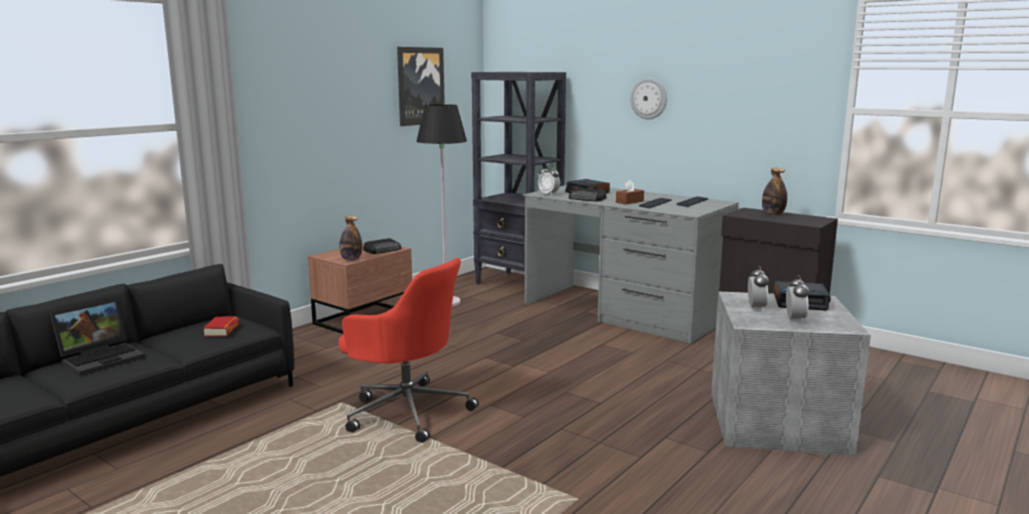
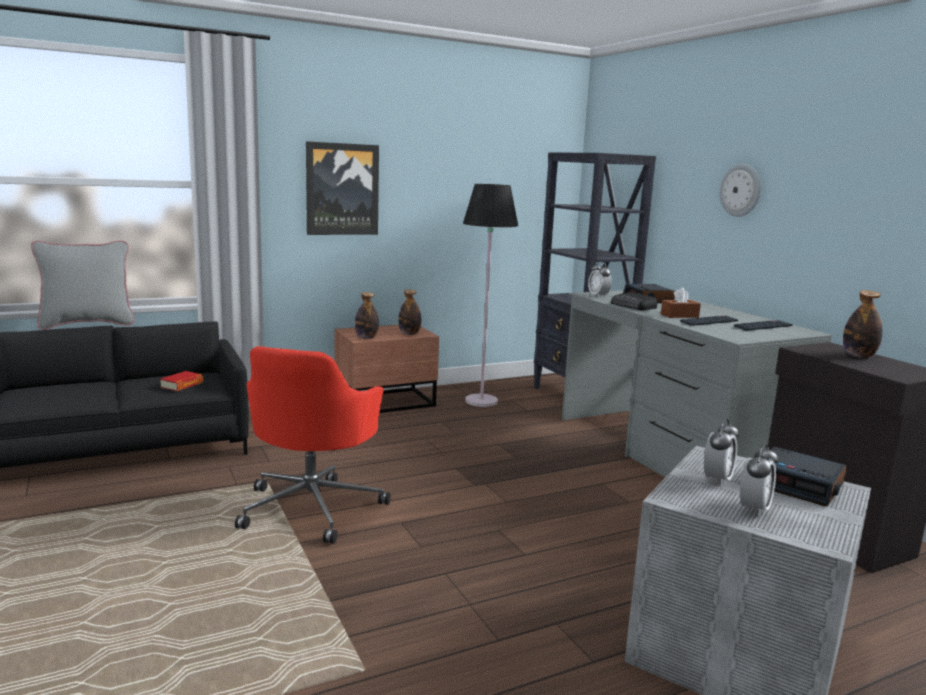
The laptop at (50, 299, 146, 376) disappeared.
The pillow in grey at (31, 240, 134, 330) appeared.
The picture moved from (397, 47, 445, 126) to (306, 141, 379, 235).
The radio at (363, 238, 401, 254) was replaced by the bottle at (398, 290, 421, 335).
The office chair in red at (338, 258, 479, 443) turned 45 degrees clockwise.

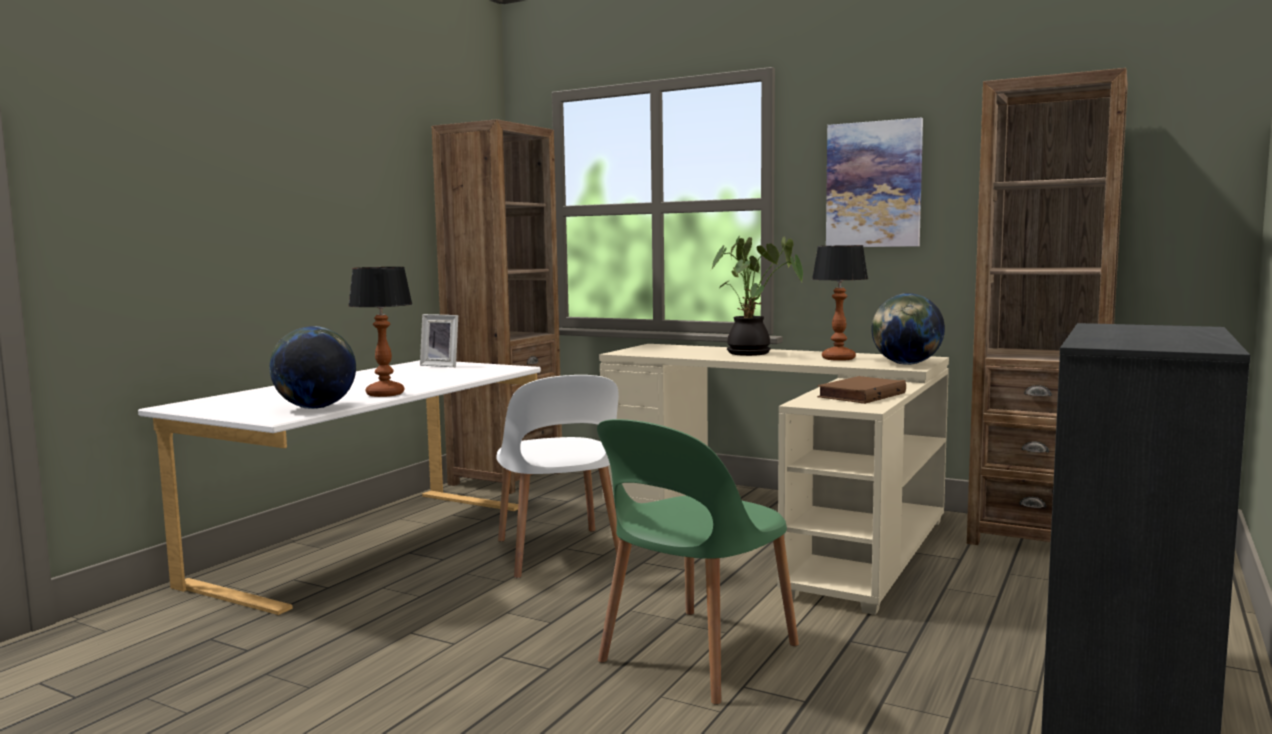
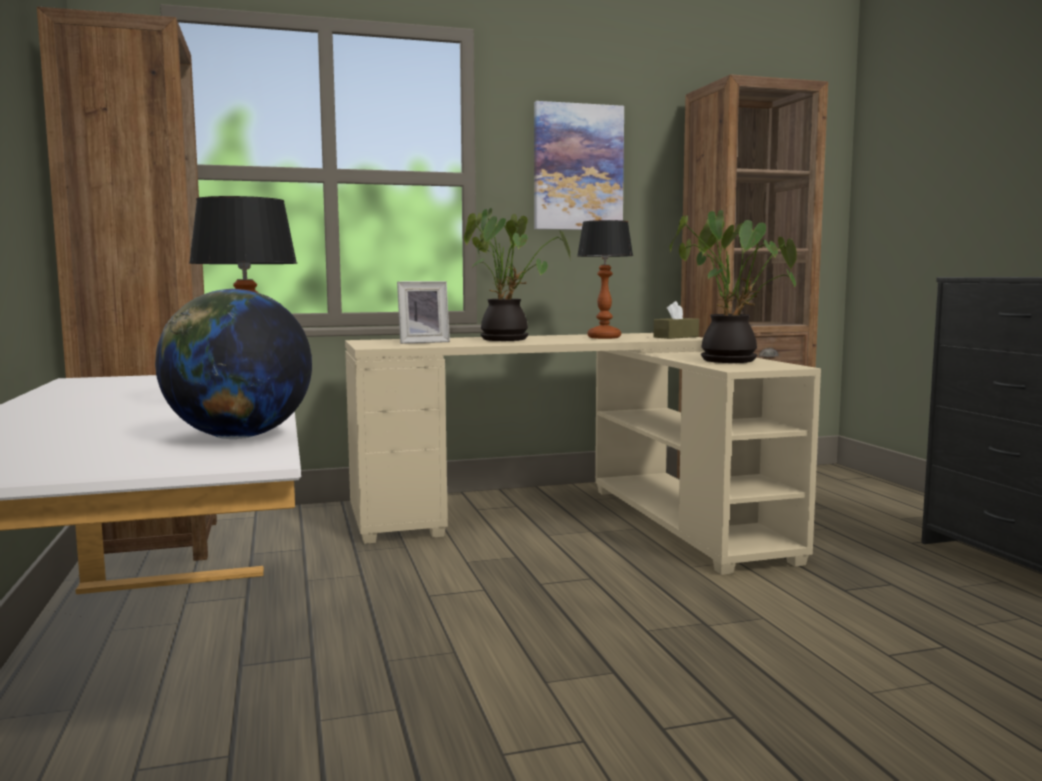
The chair in white at (496, 375, 620, 578) disappeared.
The chair in green at (597, 419, 799, 705) disappeared.
The picture frame moved from (420, 314, 458, 367) to (397, 281, 450, 344).
The book in brown at (817, 376, 906, 404) was replaced by the potted plant at (670, 210, 797, 363).
The globe at (871, 293, 945, 365) was replaced by the tissue box in brown at (654, 301, 699, 339).

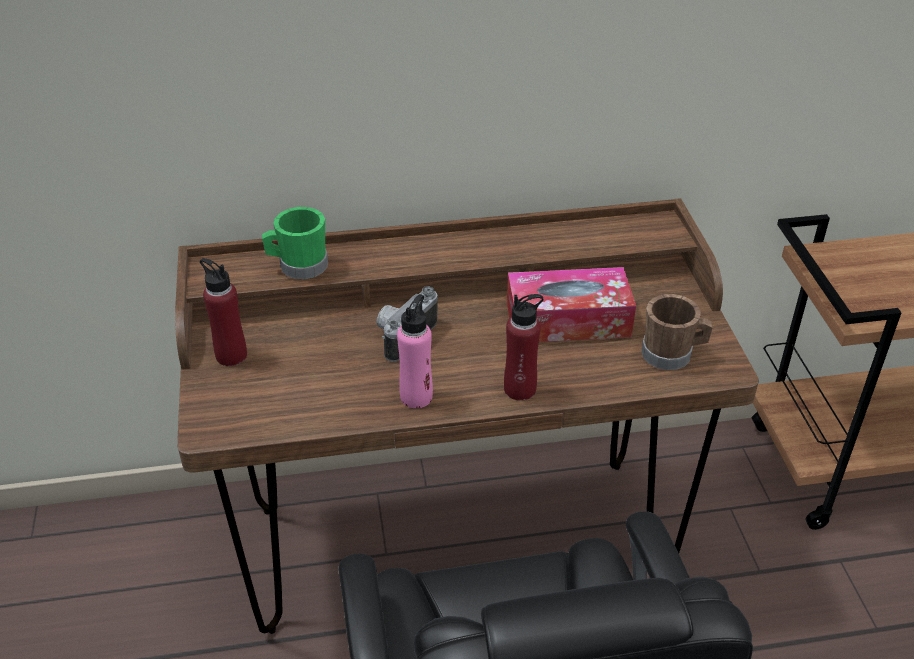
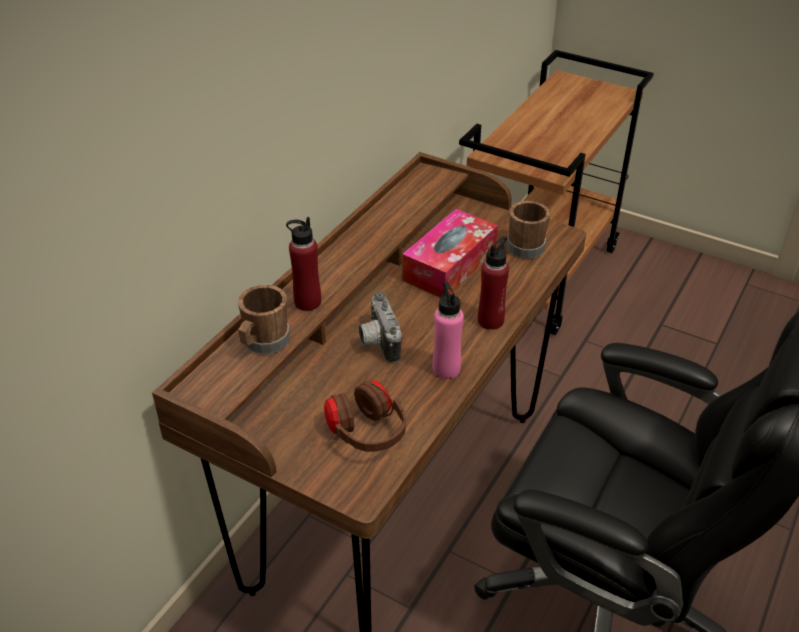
The headphones in brown at (324, 380, 406, 452) appeared.
The bottle in red moved from (200, 258, 247, 366) to (286, 217, 321, 311).
The mug in green at (262, 207, 328, 279) became the mug in brown at (238, 285, 290, 354).

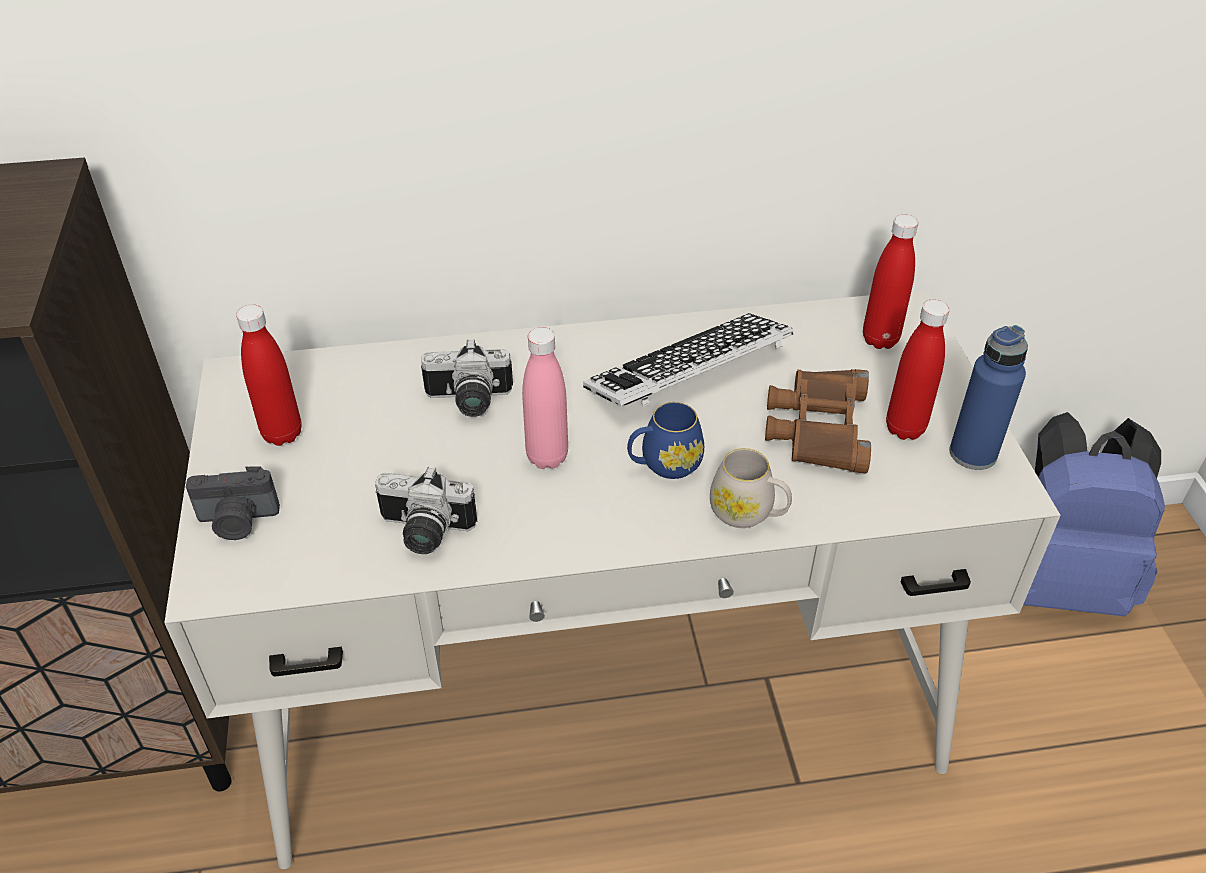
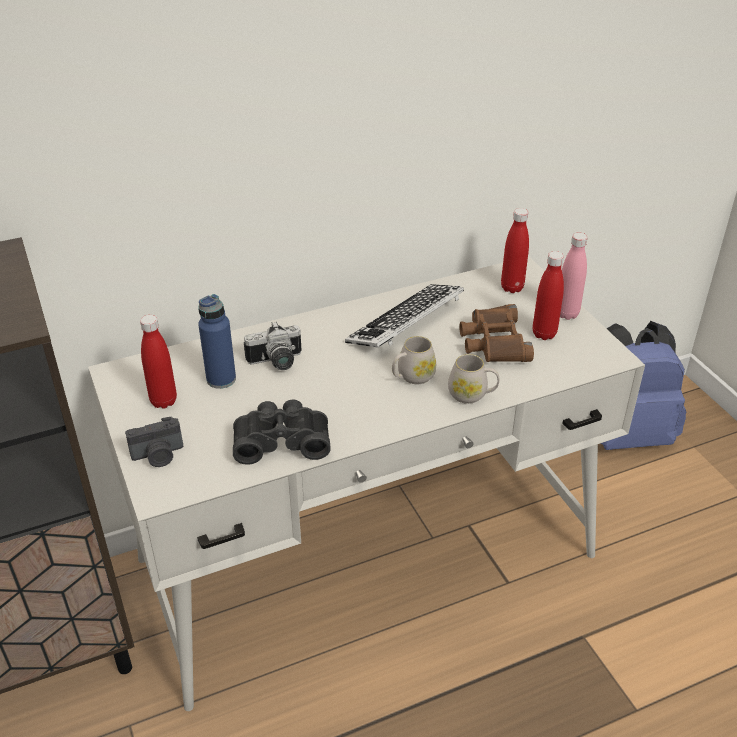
The bottle in pink moved from (522, 327, 568, 469) to (560, 233, 588, 320).
The bottle in blue moved from (949, 325, 1028, 470) to (198, 294, 236, 389).
The photo camera at (375, 467, 477, 554) was replaced by the binoculars in black at (233, 399, 331, 465).
The mug in blue at (627, 402, 704, 479) became the mug in white at (392, 336, 436, 384).

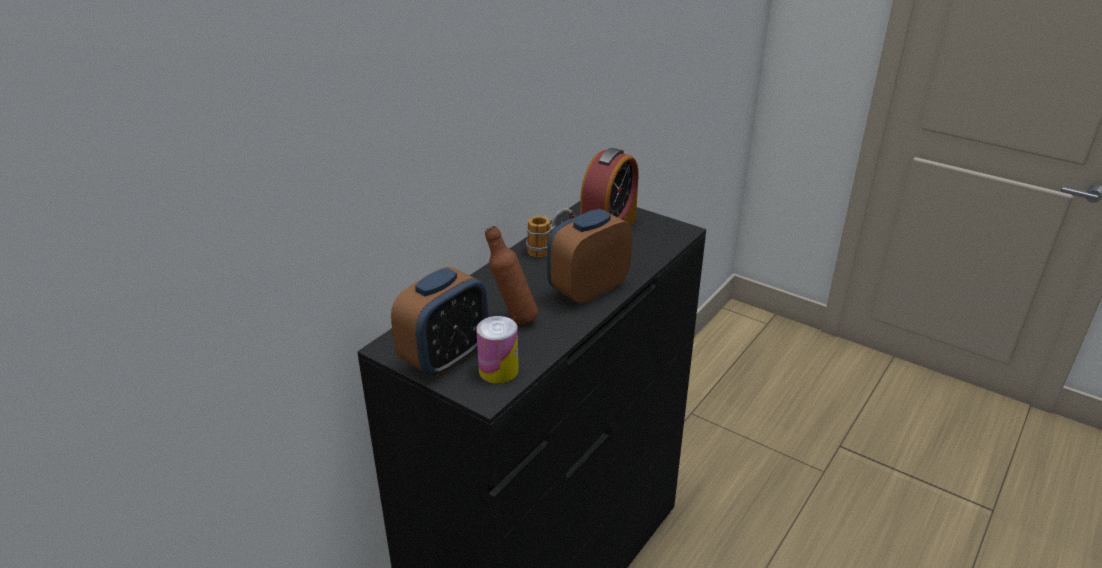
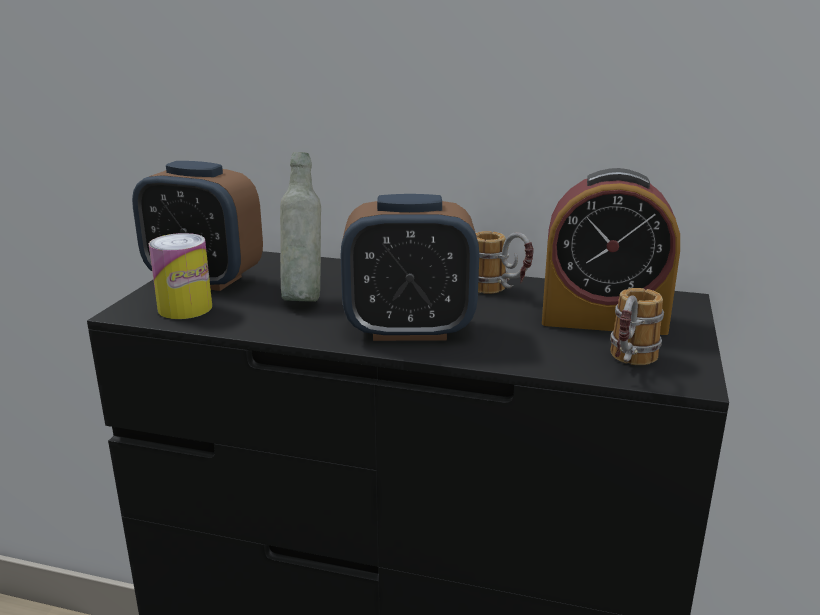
The mug at (610, 288, 664, 365) appeared.
The bottle in brown at (485, 226, 538, 325) became the bottle in grey at (280, 152, 321, 302).
The alarm clock at (547, 209, 632, 305) turned 150 degrees clockwise.

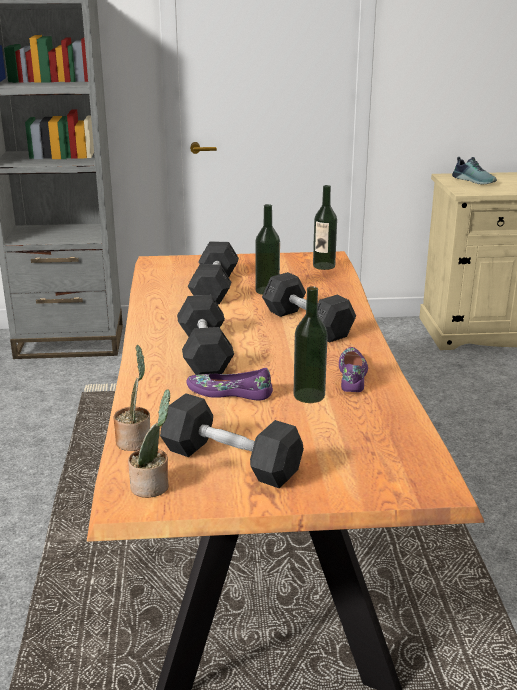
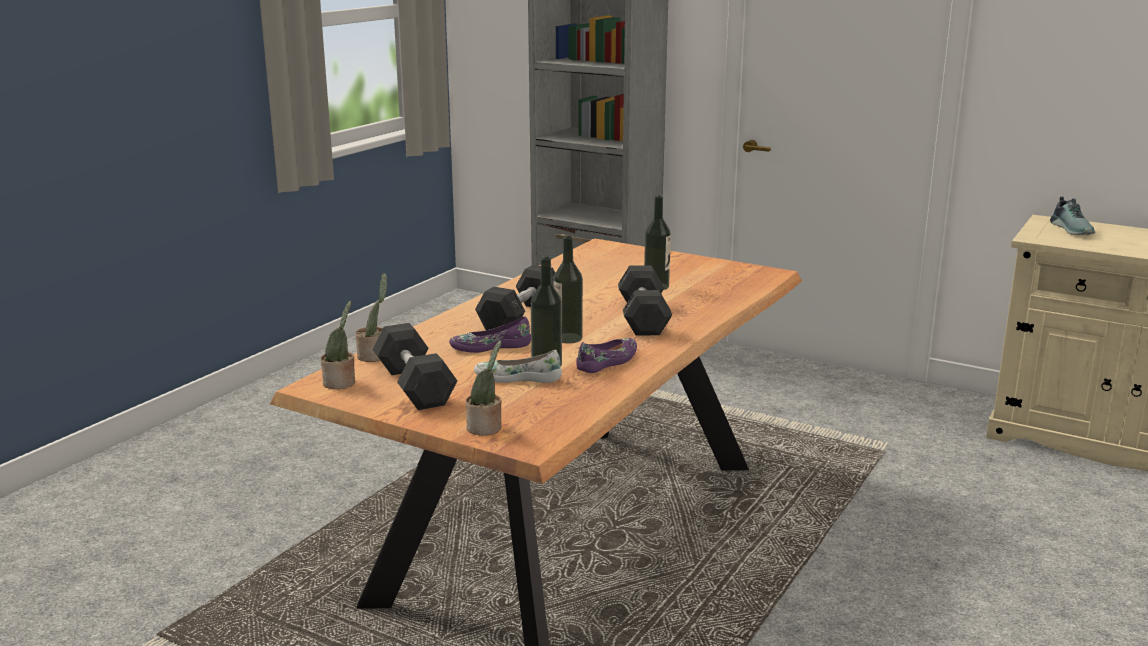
The dumbbell in grey at (188, 241, 239, 305) disappeared.
The potted plant at (466, 340, 502, 436) appeared.
The shoe in white at (474, 350, 562, 383) appeared.
The bottle moved from (313, 185, 337, 270) to (553, 236, 583, 343).
The shoe in purple at (186, 368, 273, 400) turned 60 degrees counterclockwise.

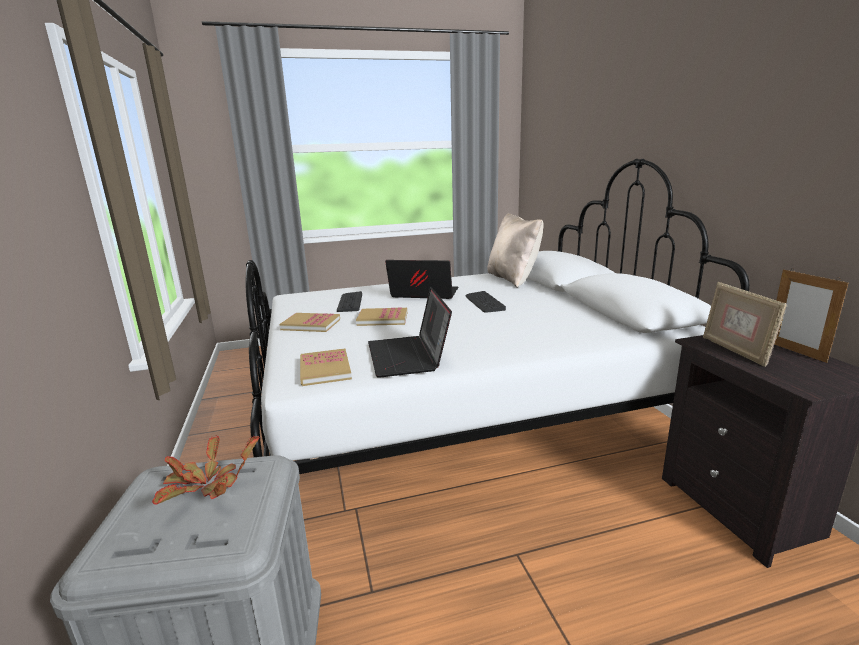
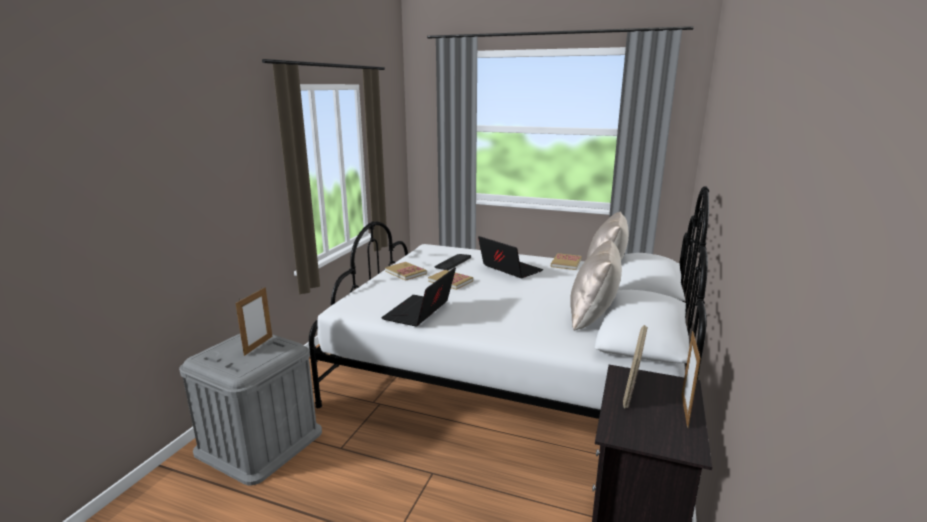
The keyboard at (466, 291, 506, 313) disappeared.
The pillow in beige at (570, 239, 622, 330) appeared.
The book moved from (300, 348, 352, 386) to (551, 253, 582, 270).
The potted plant at (152, 436, 260, 504) was replaced by the picture frame at (235, 287, 272, 356).

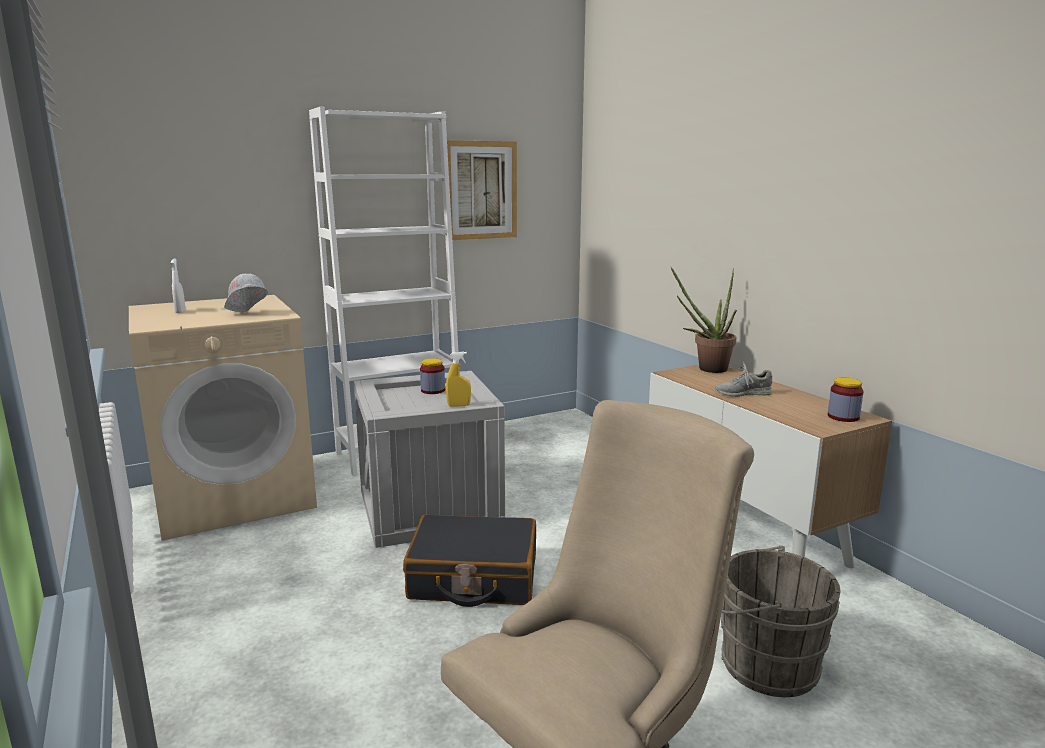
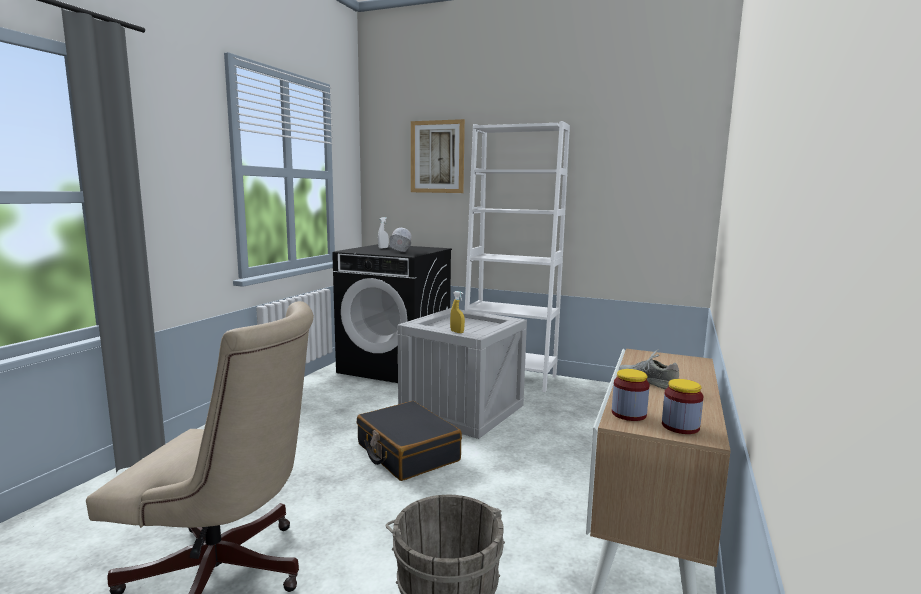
The potted plant at (671, 267, 737, 373) disappeared.
The jar moved from (420, 359, 445, 394) to (612, 369, 650, 421).
The picture moved from (447, 140, 517, 240) to (411, 119, 465, 193).
The washing machine in beige at (129, 295, 317, 541) became the washing machine in black at (332, 244, 452, 383).

